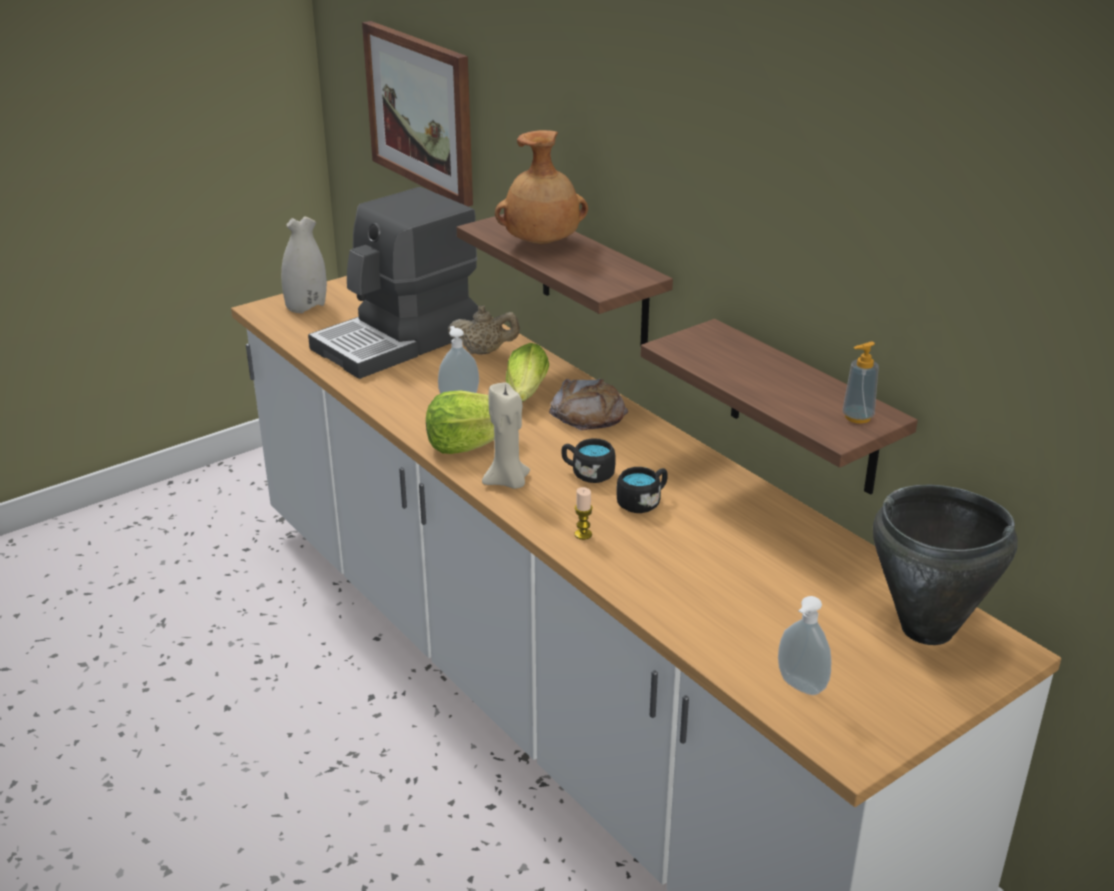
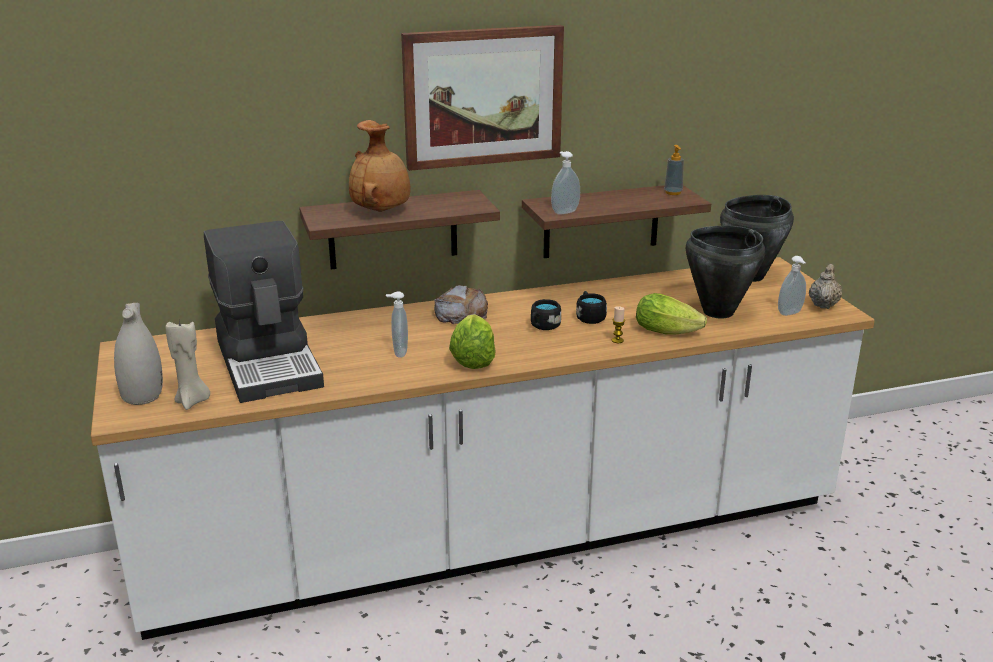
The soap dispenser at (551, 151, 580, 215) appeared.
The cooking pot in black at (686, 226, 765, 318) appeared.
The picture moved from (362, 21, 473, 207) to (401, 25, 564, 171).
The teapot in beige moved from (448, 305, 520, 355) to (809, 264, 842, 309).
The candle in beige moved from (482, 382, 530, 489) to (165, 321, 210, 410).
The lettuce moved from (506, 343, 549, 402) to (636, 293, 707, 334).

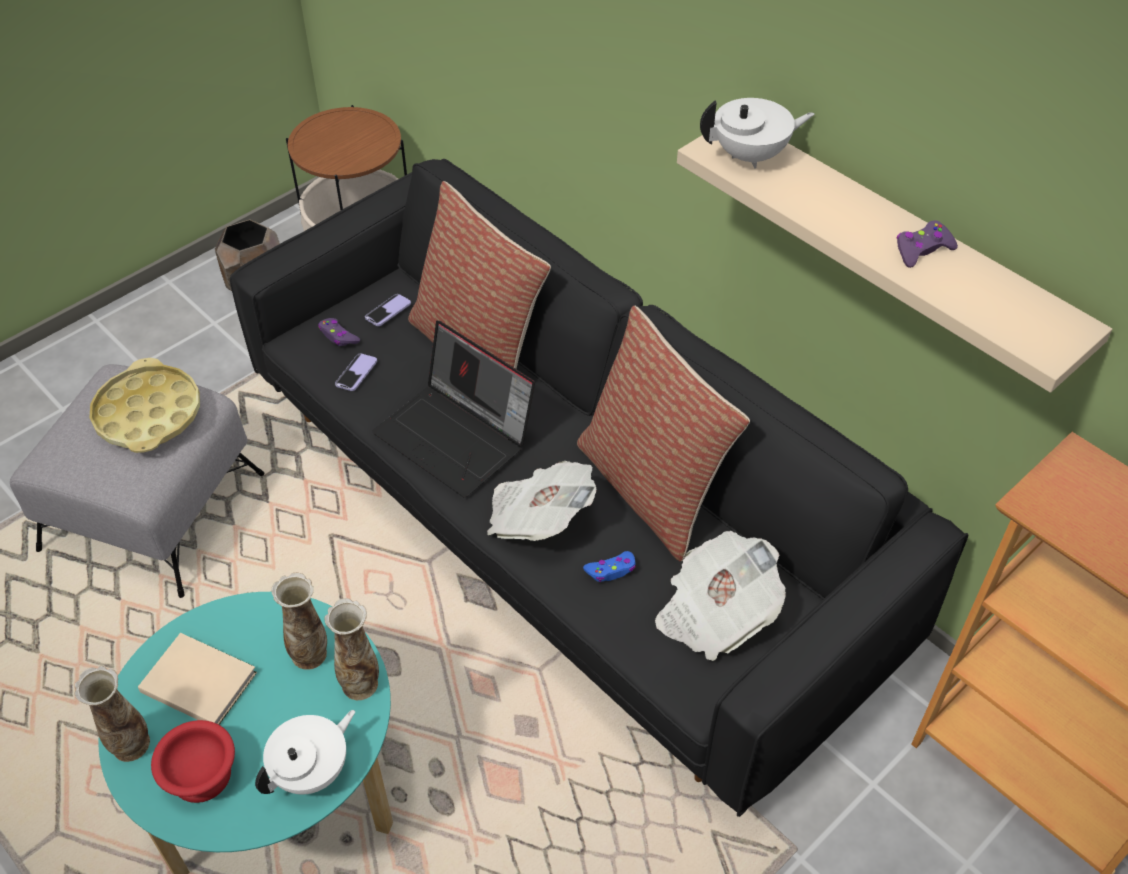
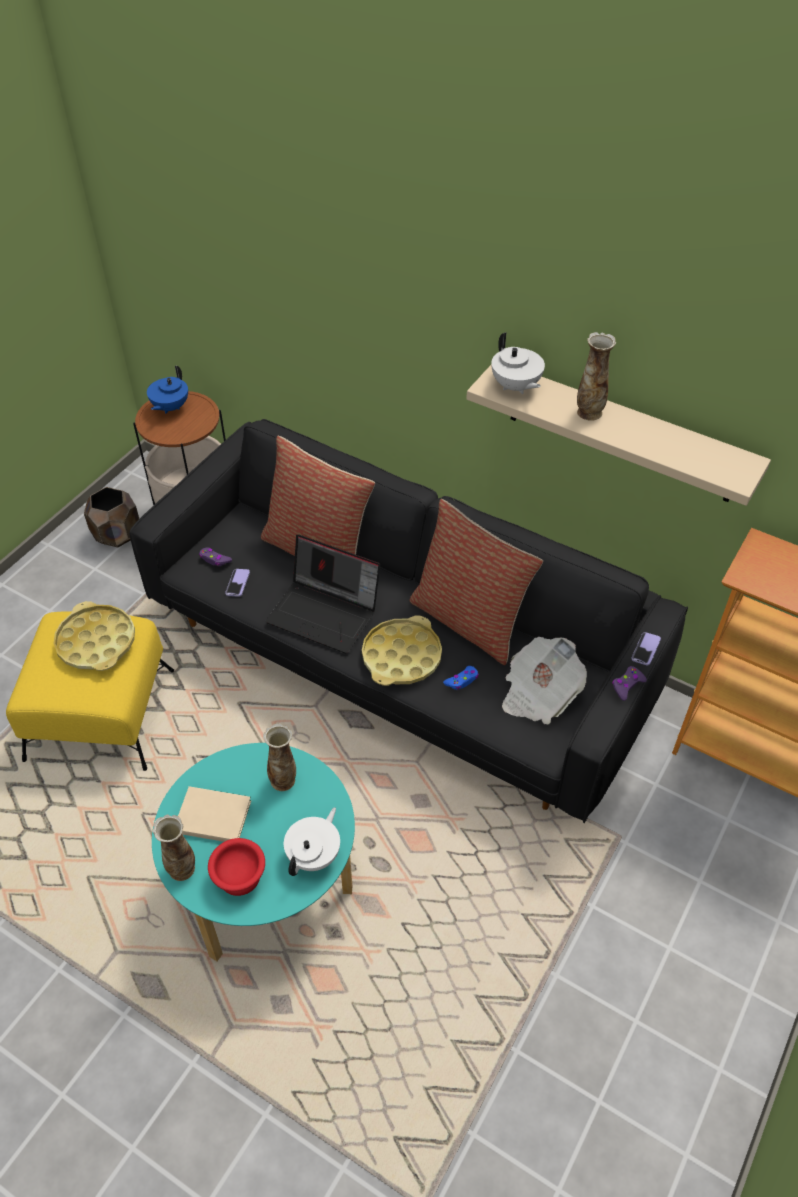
The teapot in blue at (147, 366, 188, 414) appeared.
The vase moved from (324, 598, 379, 700) to (577, 332, 616, 421).
The phone moved from (365, 294, 411, 326) to (631, 632, 661, 665).
The game controller in purple moved from (897, 221, 958, 268) to (612, 666, 647, 701).
The newspaper at (487, 461, 596, 541) was replaced by the tray in yellow at (362, 616, 442, 686).
The ottoman in grey at (10, 364, 265, 598) became the ottoman in yellow at (6, 611, 174, 771).
The teapot in white at (700, 98, 815, 169) turned 90 degrees clockwise.

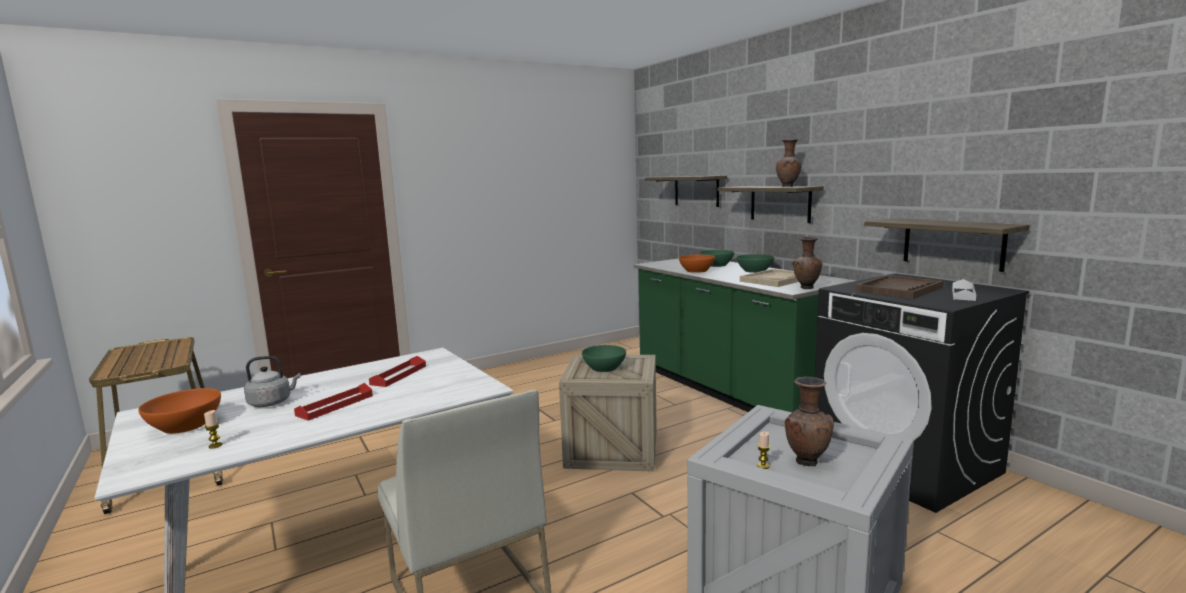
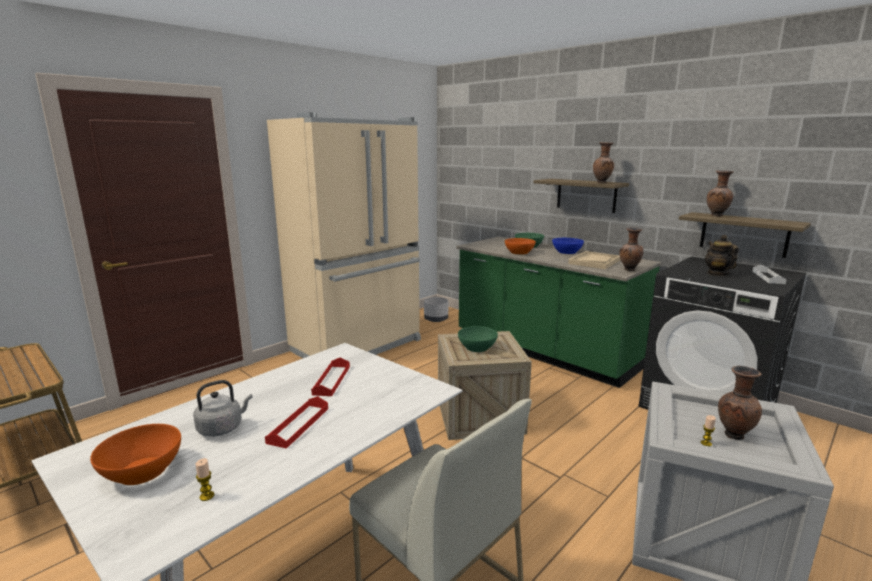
The shelf at (645, 176, 727, 207) disappeared.
The fridge in beige at (267, 112, 421, 358) appeared.
The planter in grey at (424, 297, 448, 322) appeared.
The vase in brown at (707, 170, 733, 217) appeared.
The tray in brown at (855, 275, 943, 299) was replaced by the teapot at (705, 235, 739, 276).
The bowl in green at (737, 254, 774, 273) became the bowl in blue at (552, 238, 584, 254).

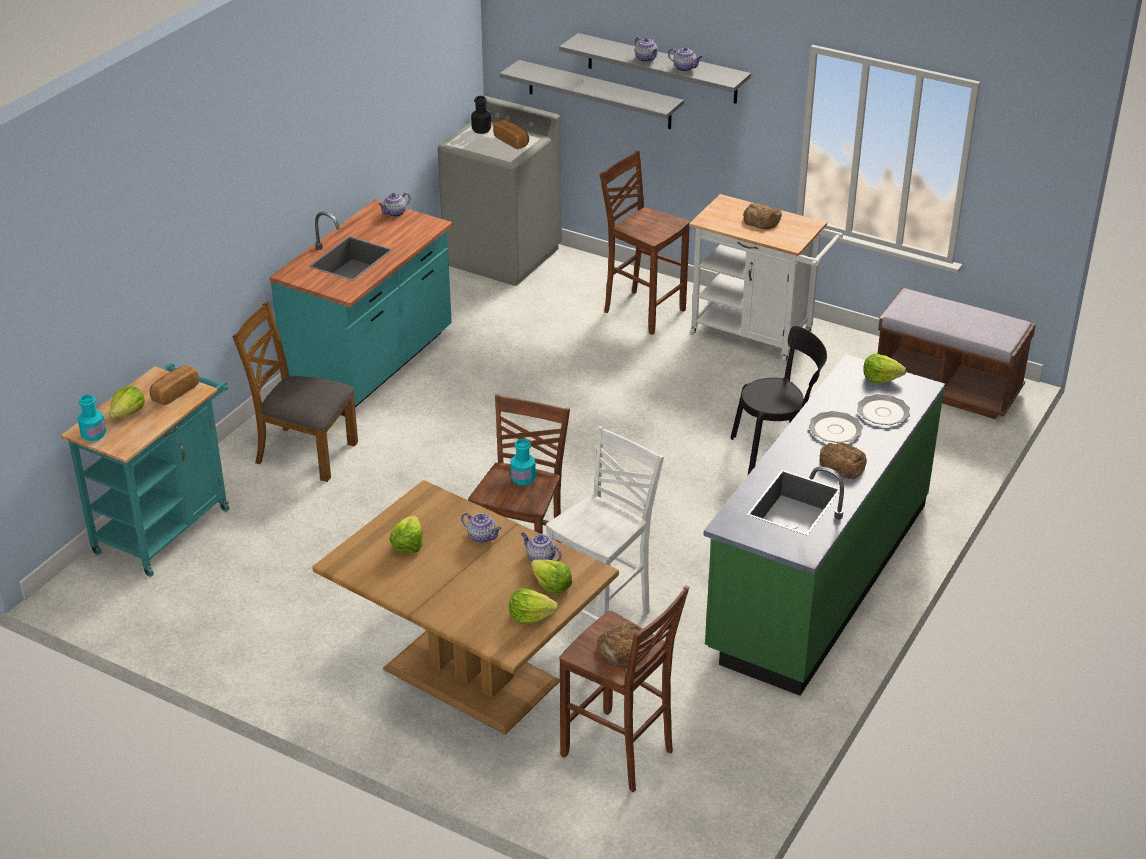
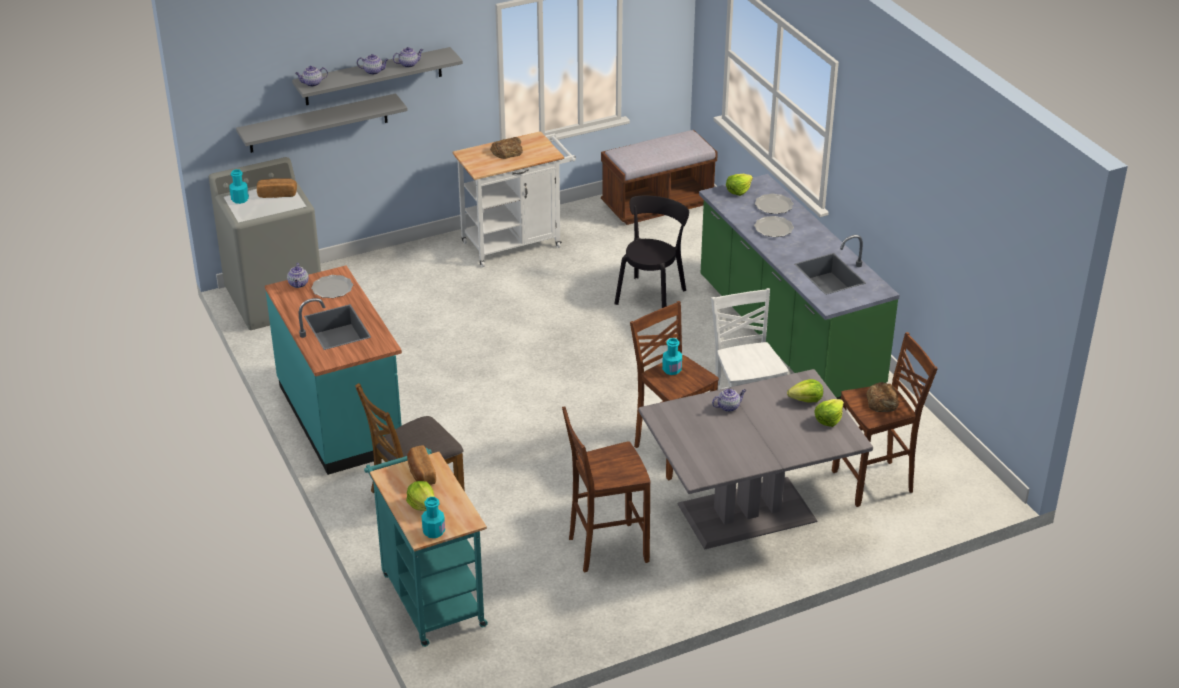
The lettuce at (389, 515, 424, 553) disappeared.
The bread at (820, 442, 867, 479) disappeared.
The plate at (311, 275, 353, 298) appeared.
The teapot moved from (521, 533, 562, 561) to (295, 66, 328, 87).
The stool in brown moved from (599, 150, 690, 335) to (562, 406, 650, 573).
The dining table in brown at (312, 480, 619, 735) became the dining table in grey at (639, 369, 873, 550).
The bottle in black at (471, 96, 491, 134) became the bottle in turquoise at (229, 169, 249, 204).

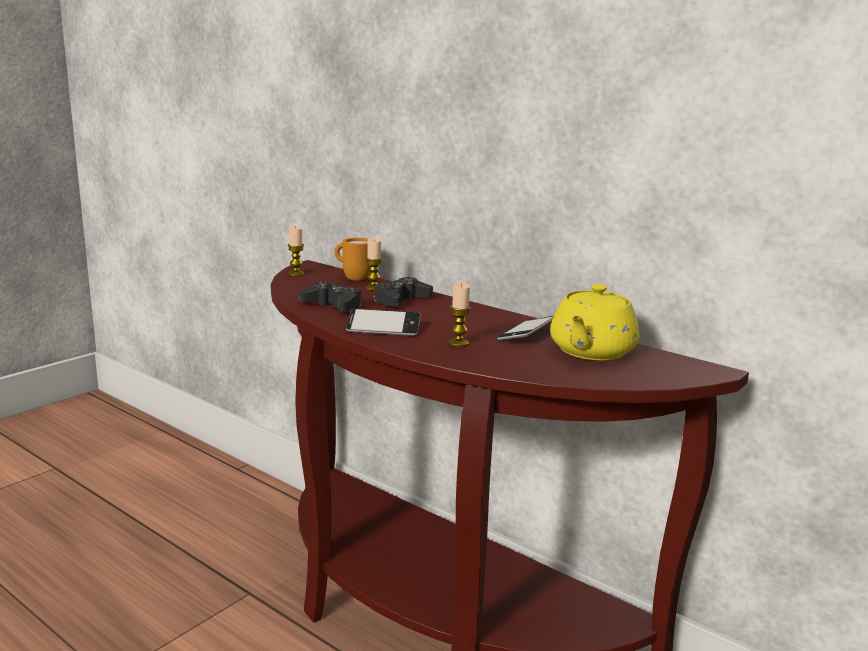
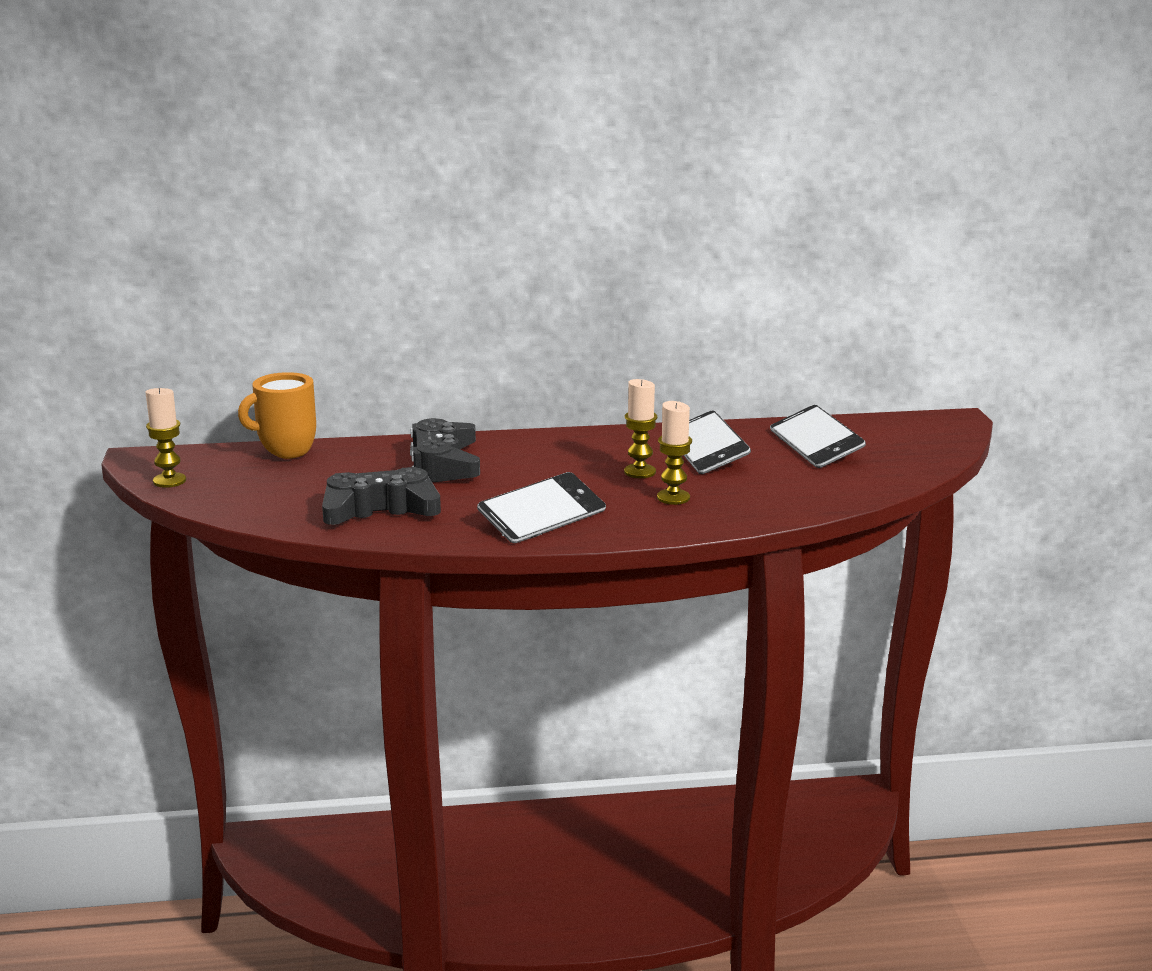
The candle moved from (365, 238, 383, 291) to (624, 379, 658, 478).
The teapot in yellow at (550, 284, 639, 361) was replaced by the phone at (770, 405, 866, 468).

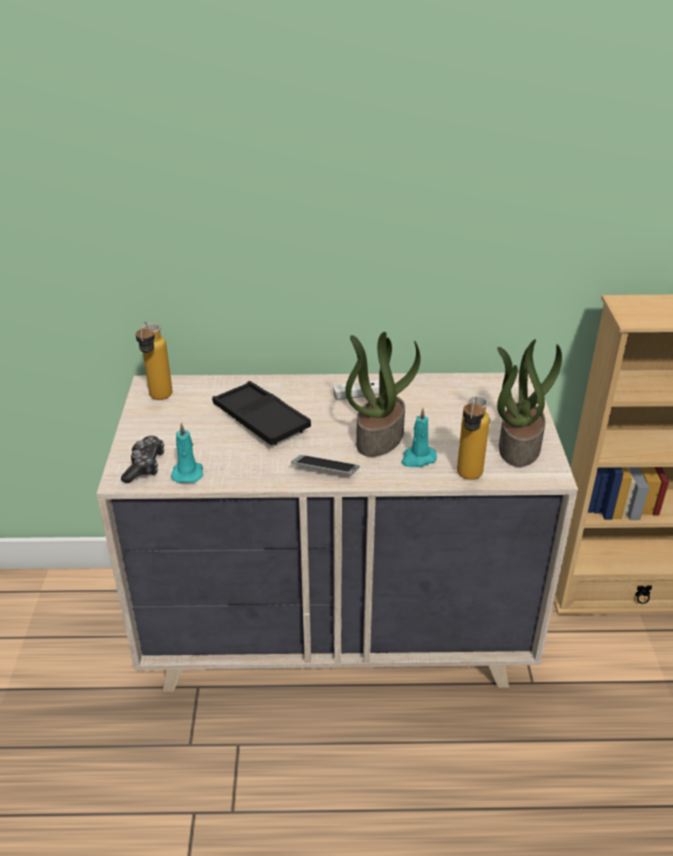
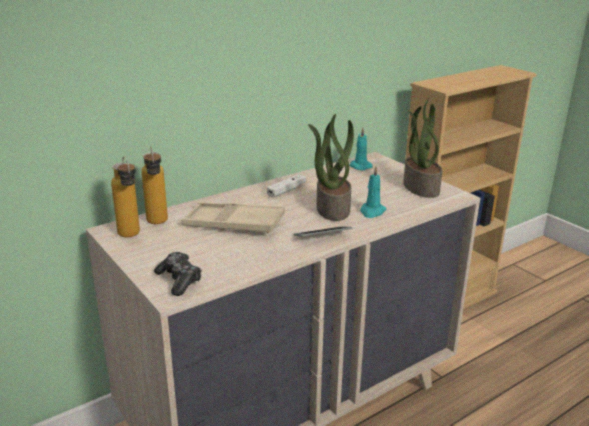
The candle in turquoise moved from (171, 423, 203, 483) to (349, 128, 373, 170).
The bottle moved from (457, 396, 490, 480) to (141, 146, 168, 224).
The tray in black at (212, 381, 311, 445) became the tray in beige at (182, 202, 285, 233).

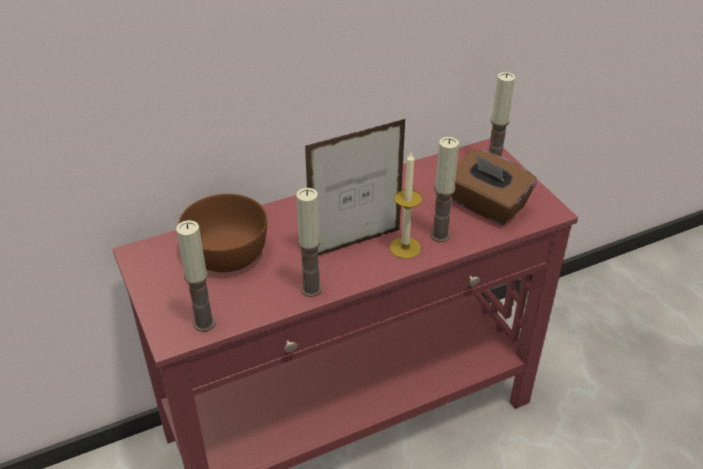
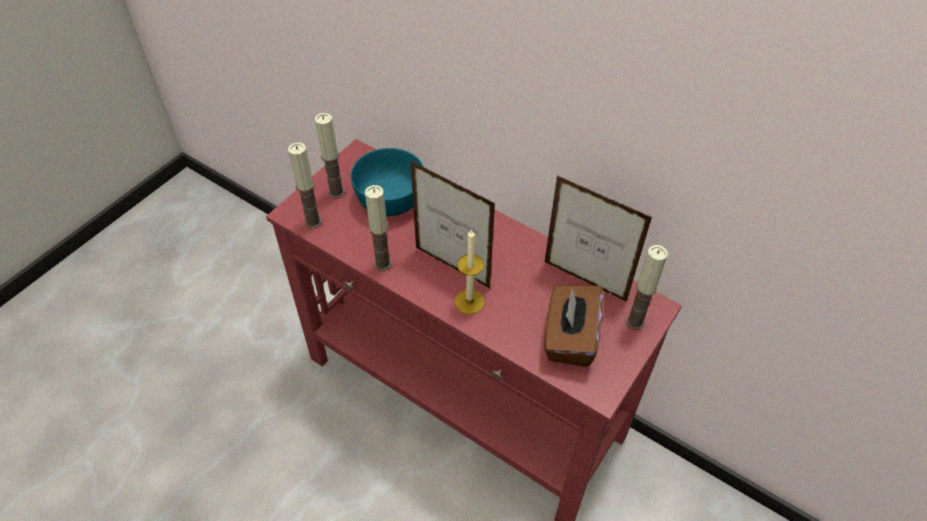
The picture frame at (545, 175, 653, 302) appeared.
The candle moved from (430, 137, 459, 242) to (315, 113, 345, 199).
The bowl in brown at (178, 194, 267, 272) became the bowl in turquoise at (351, 148, 424, 216).

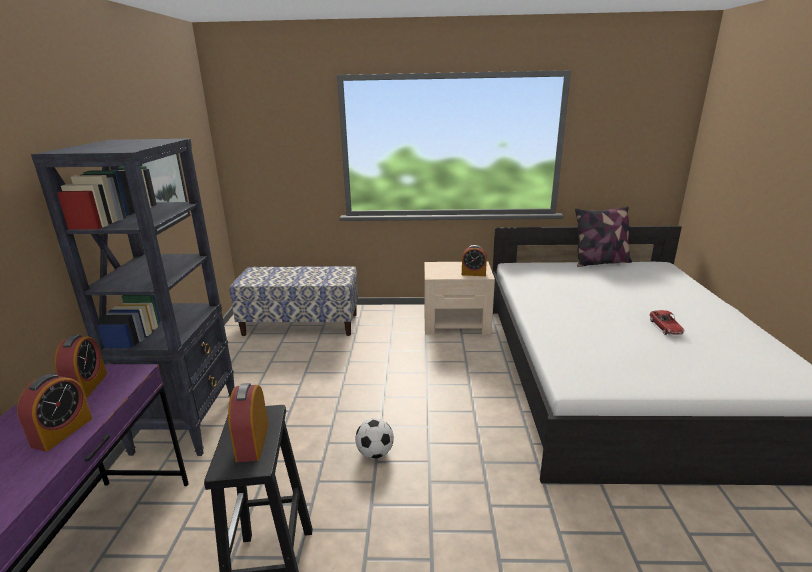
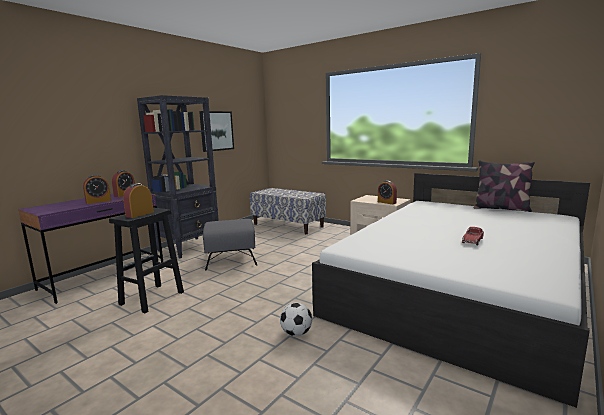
The ottoman in grey at (203, 219, 257, 271) appeared.
The football moved from (355, 419, 394, 459) to (280, 303, 312, 336).

